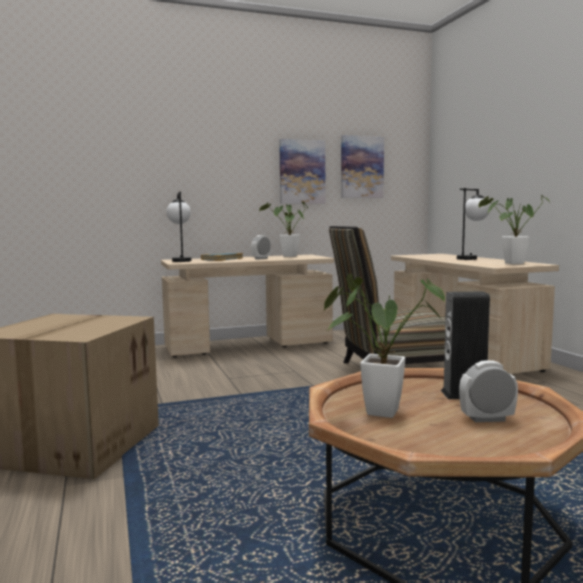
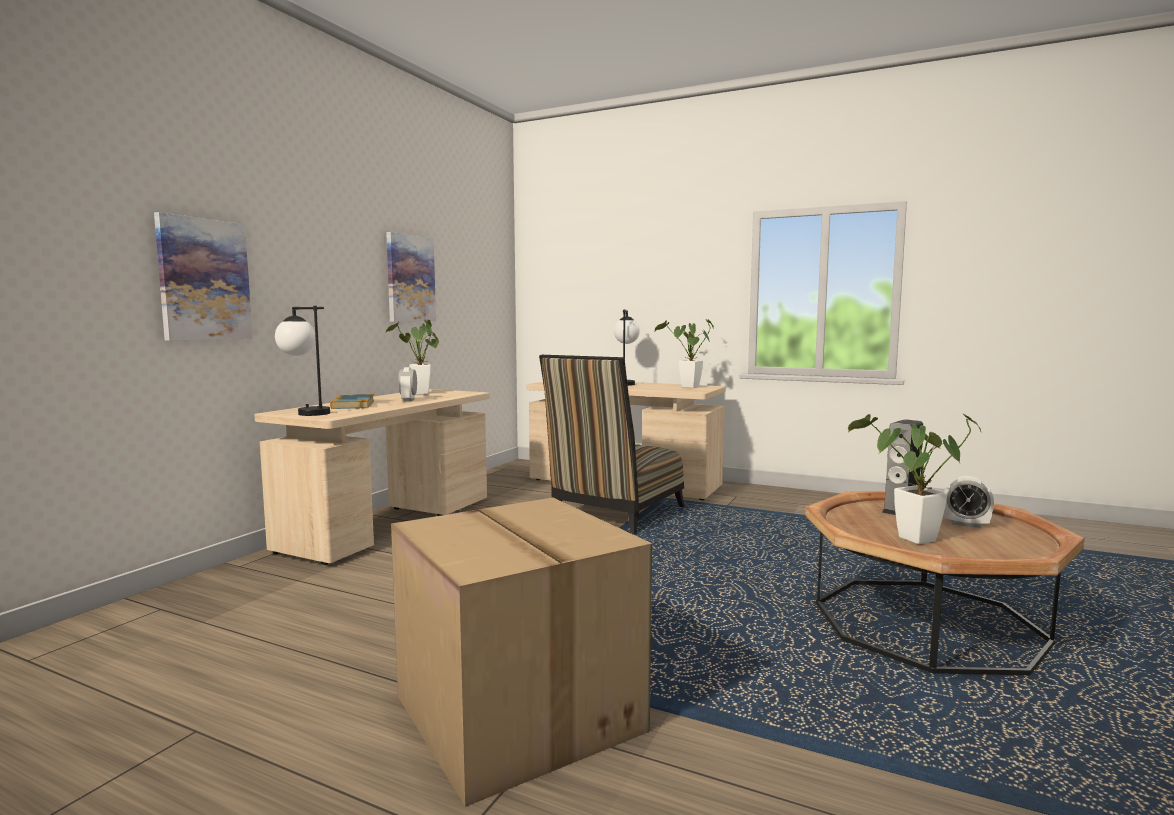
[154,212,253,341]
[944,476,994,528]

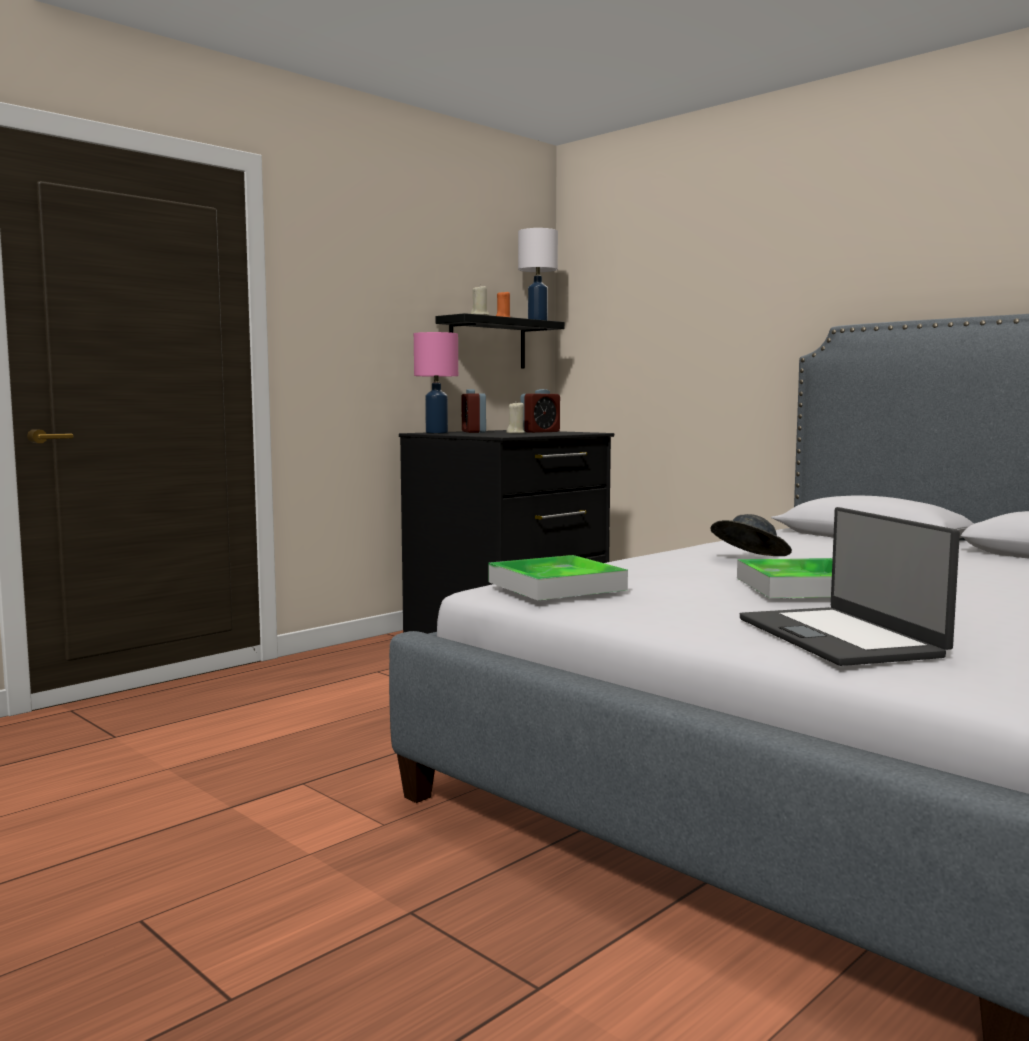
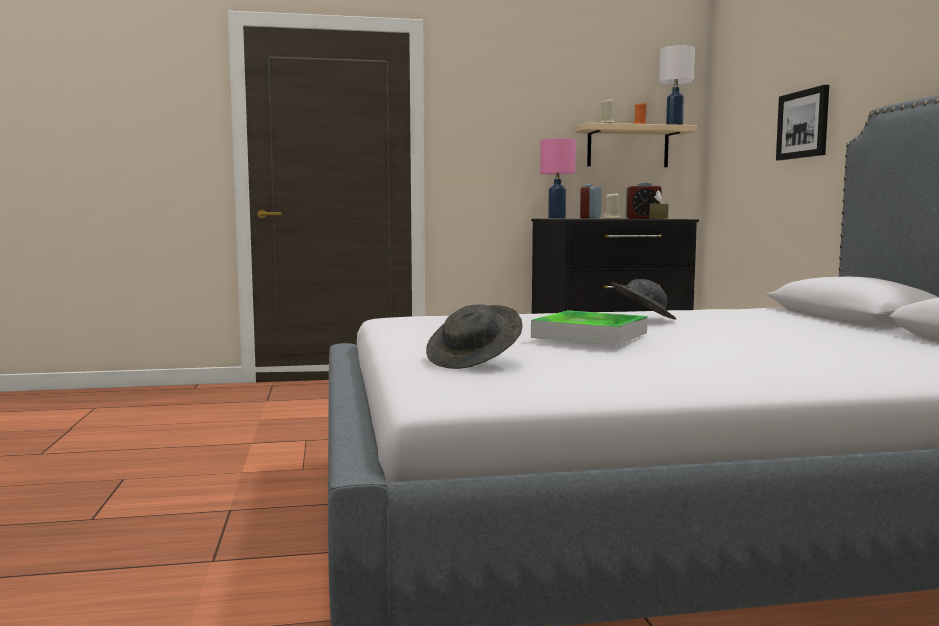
[574,123,697,167]
[488,555,628,600] (first image)
[426,304,522,369]
[649,190,669,219]
[776,85,829,160]

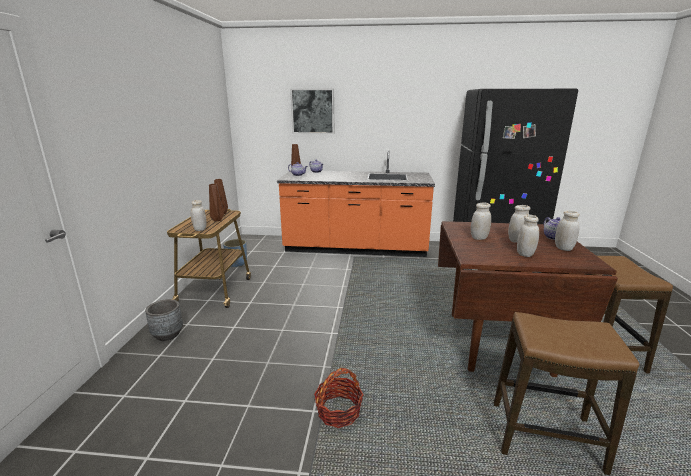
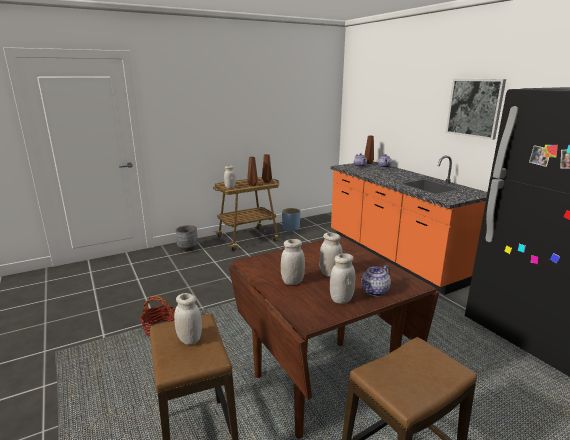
[446,79,506,140]
[174,293,202,345]

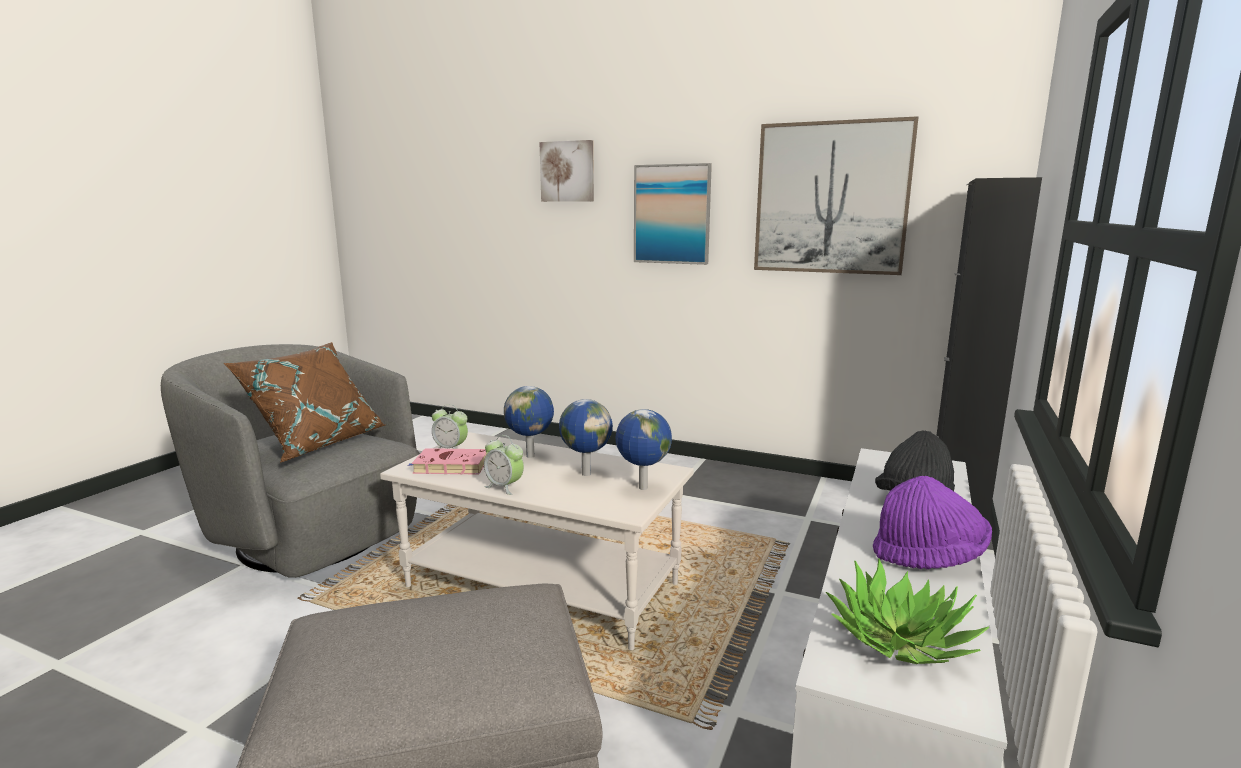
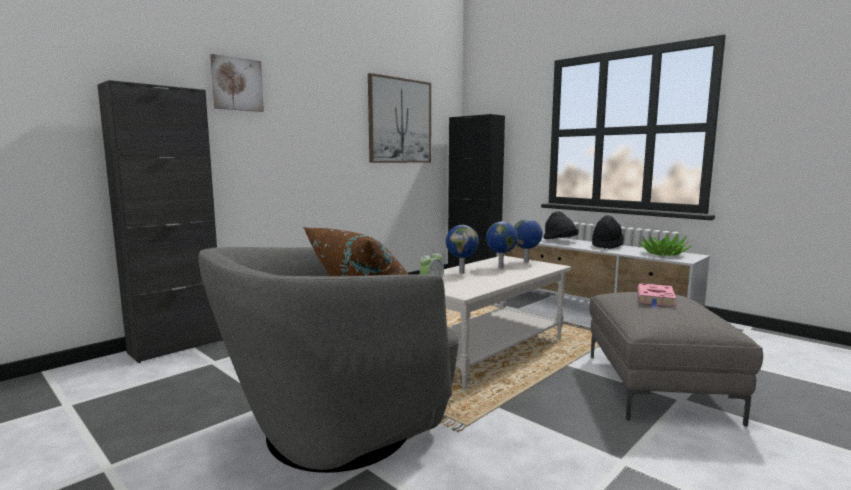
[638,283,676,308]
[484,435,524,495] (first image)
[634,163,712,265] (first image)
[592,215,624,249]
[97,80,223,363]

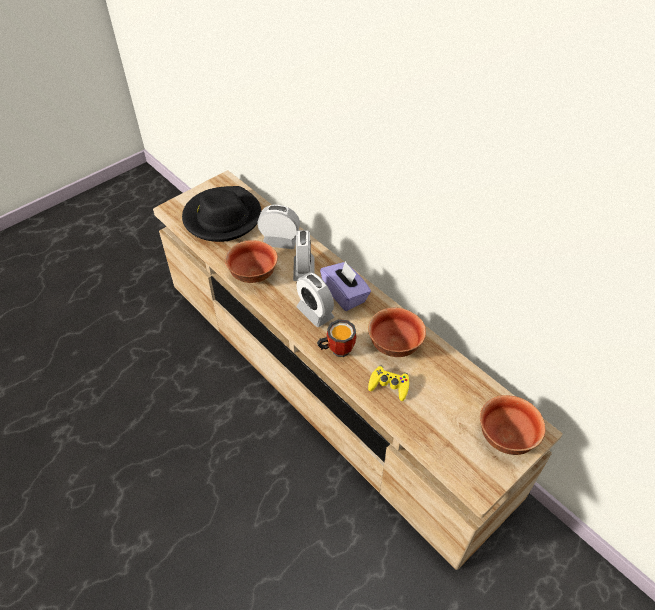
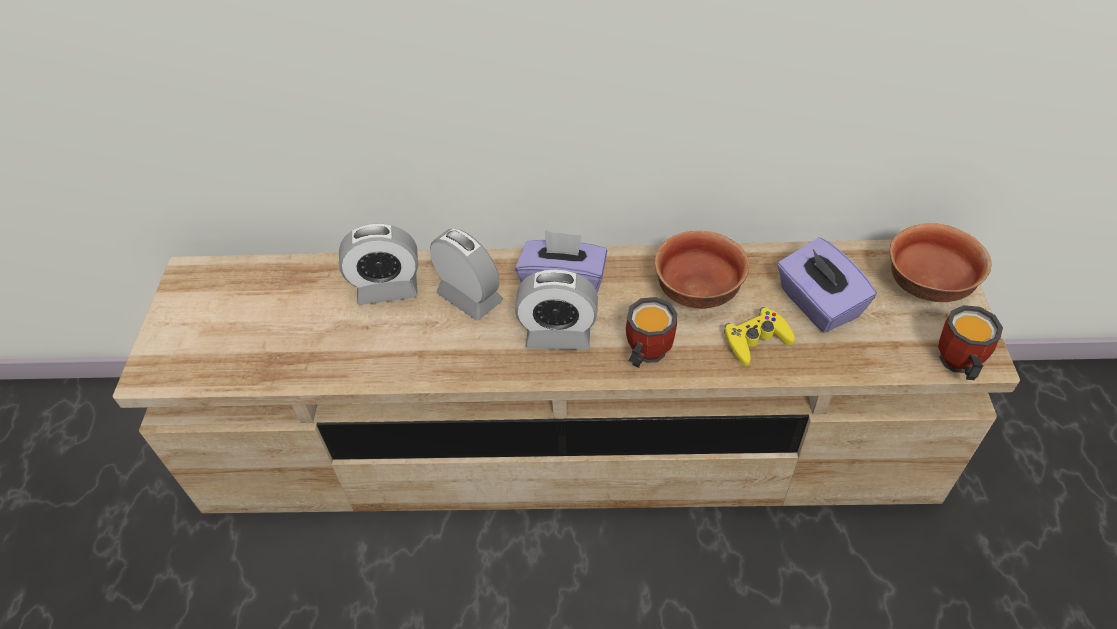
[182,186,261,242] (first image)
[225,240,278,283] (first image)
[339,224,418,305]
[777,237,877,333]
[938,305,1003,380]

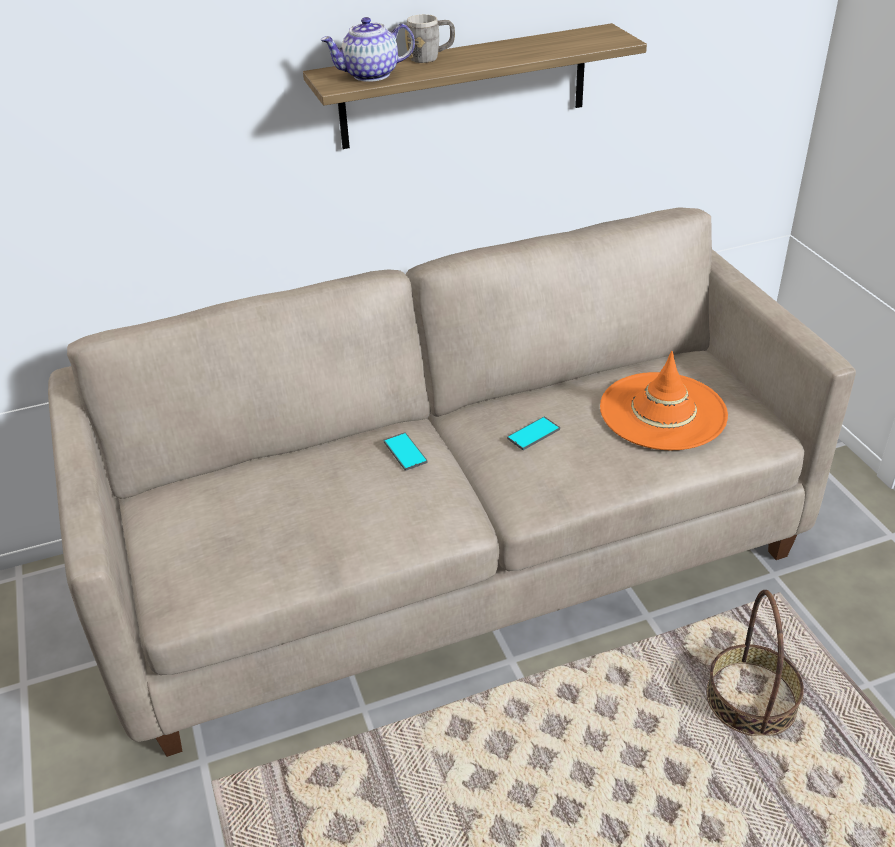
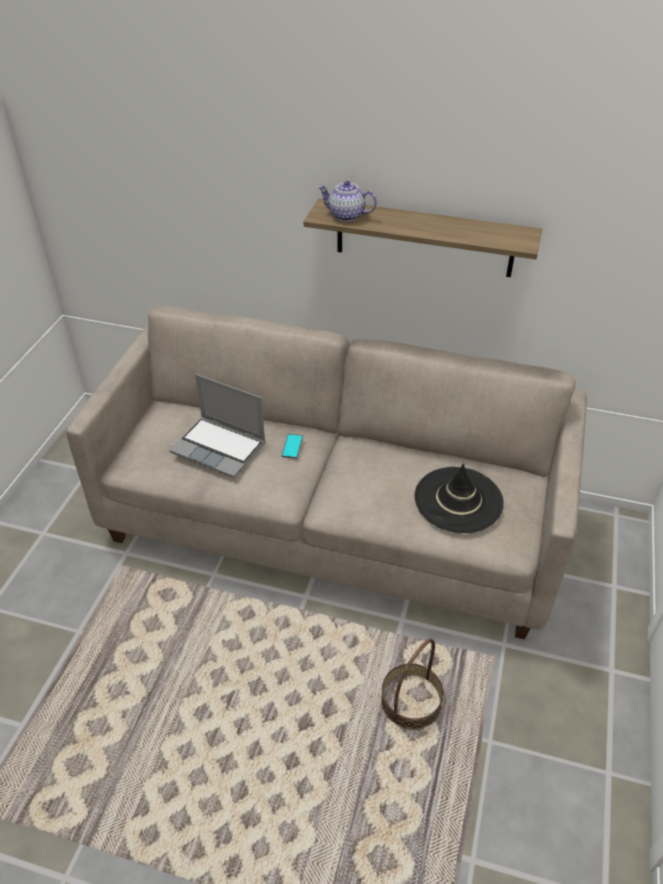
[405,14,455,63] (first image)
[507,417,560,450] (first image)
[414,464,504,533]
[169,374,266,478]

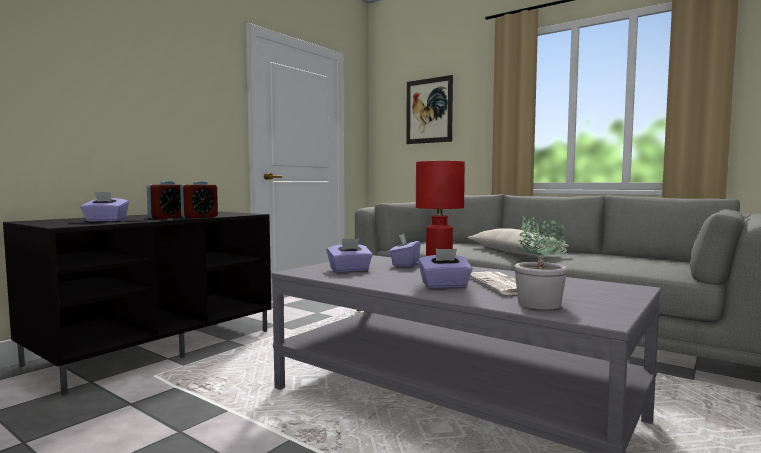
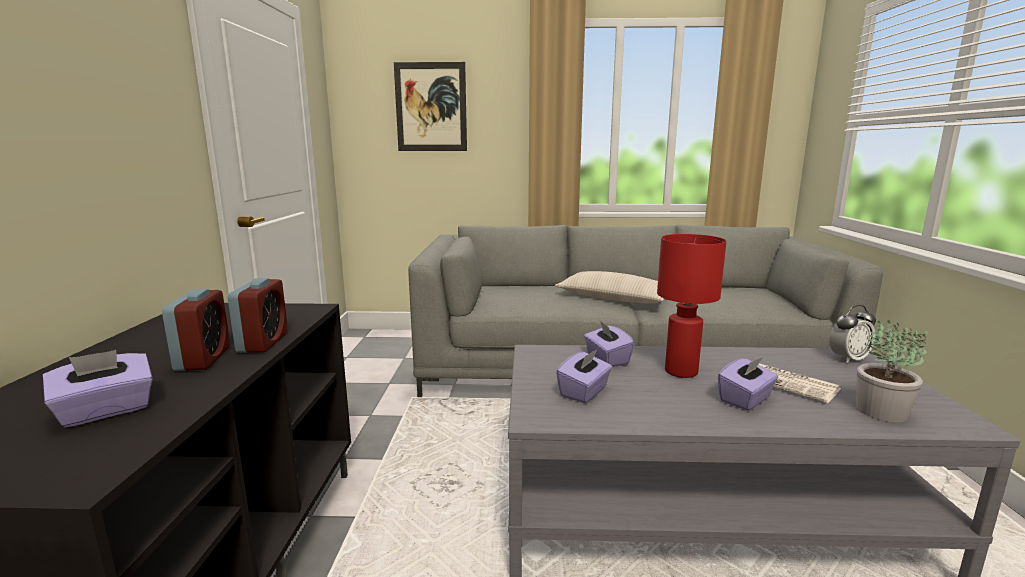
[829,305,876,363]

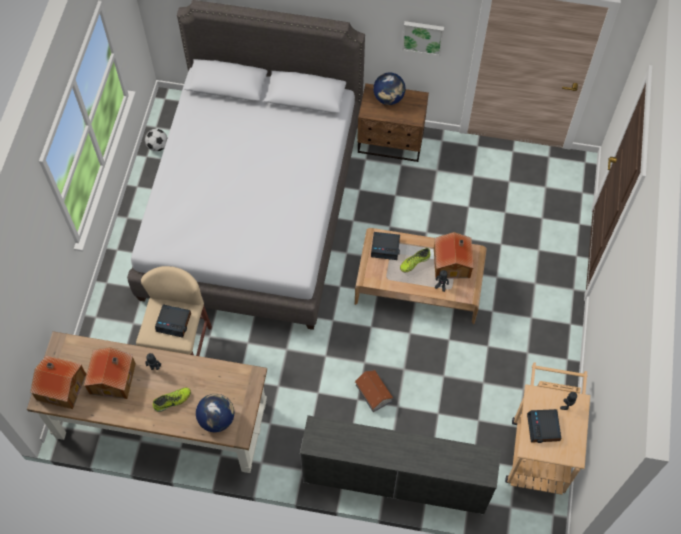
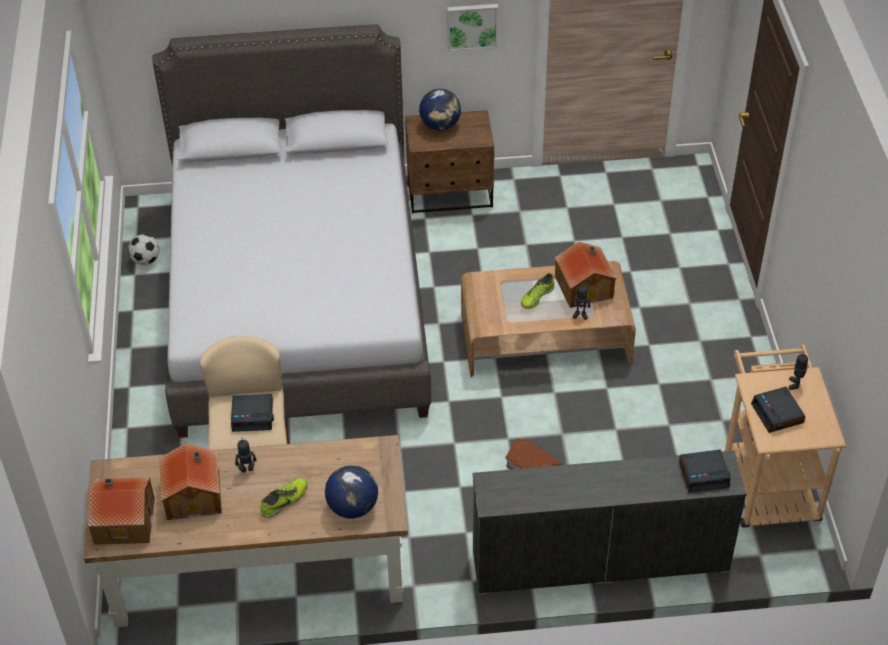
[679,449,730,493]

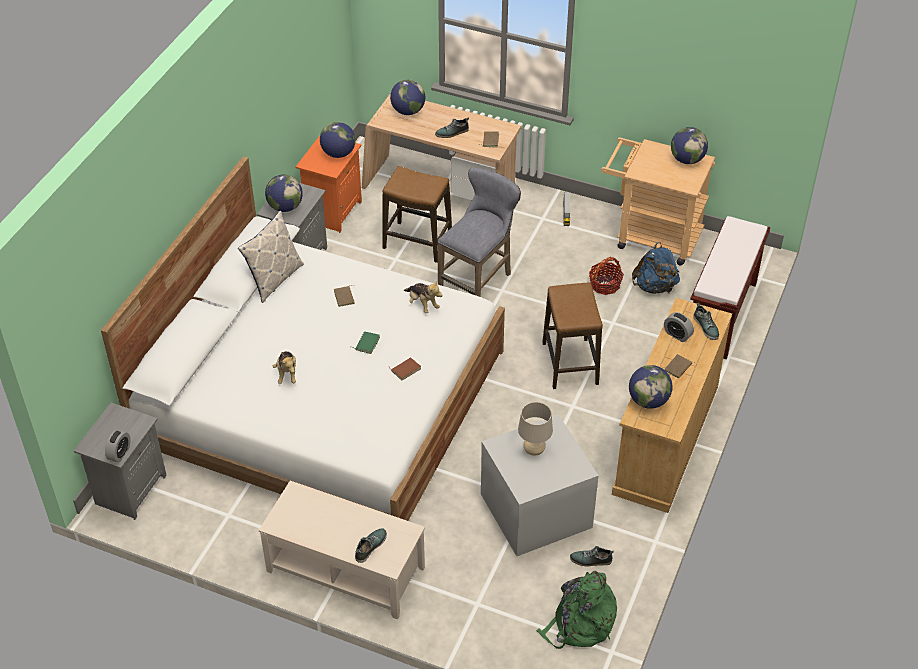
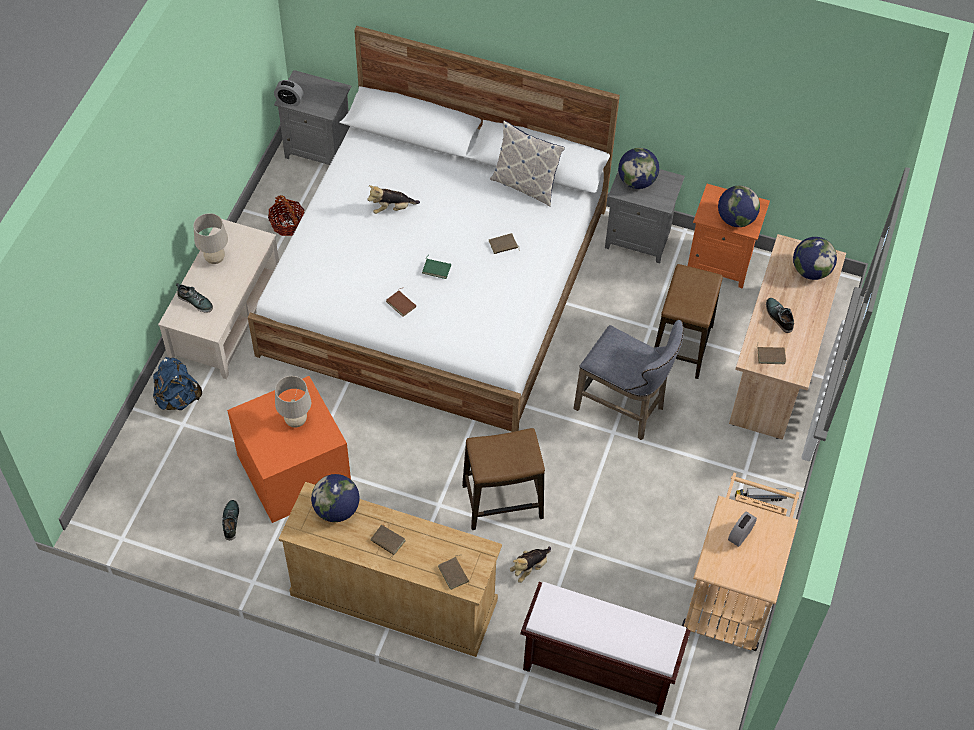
[510,547,551,583]
[227,376,351,523]
[536,571,617,649] (first image)
[268,195,305,236]
[153,357,202,410]
[728,512,757,547]
[671,127,708,164] (first image)
[438,555,469,590]
[193,213,228,264]

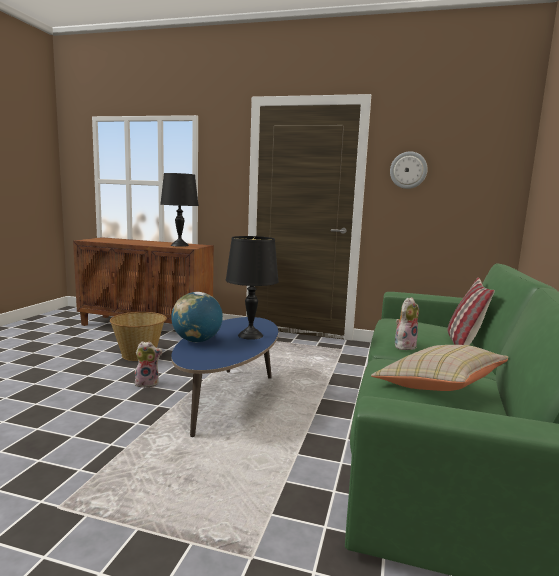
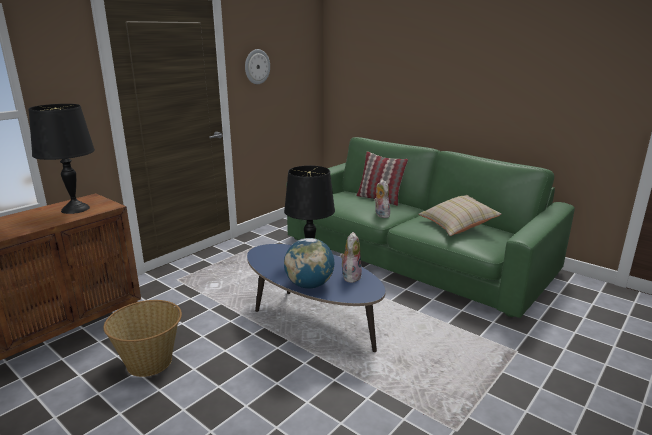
[340,232,362,283]

